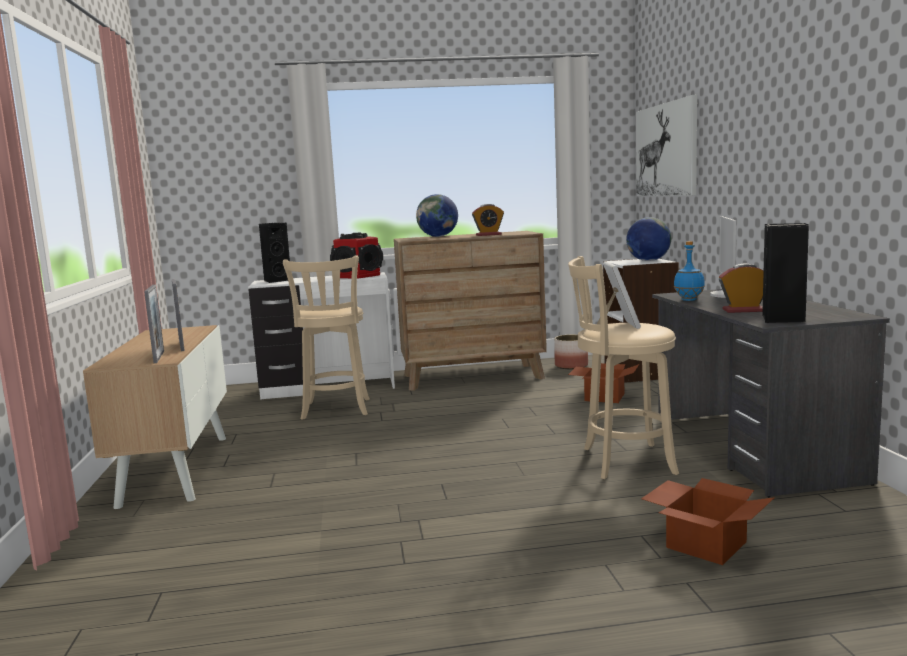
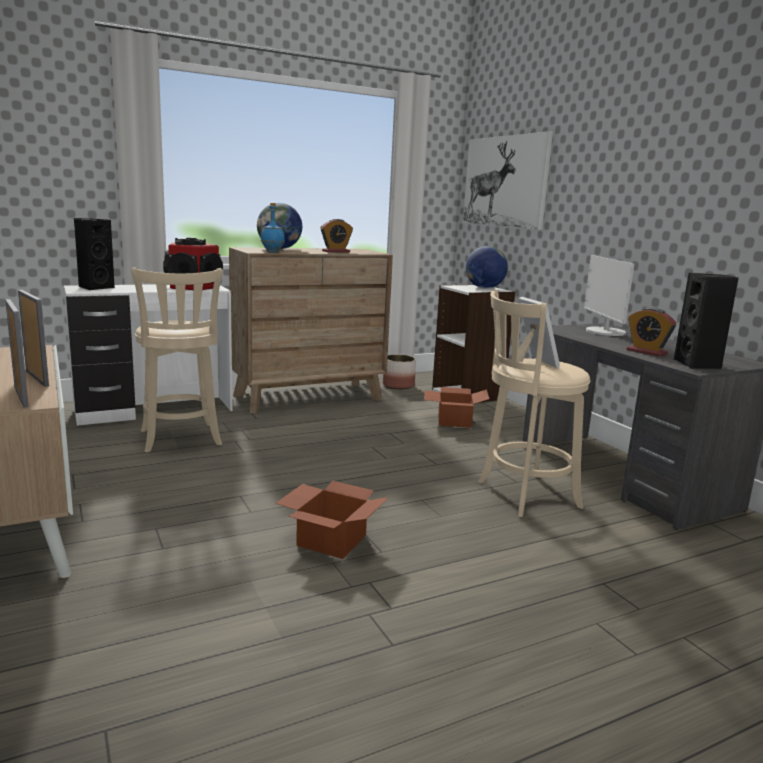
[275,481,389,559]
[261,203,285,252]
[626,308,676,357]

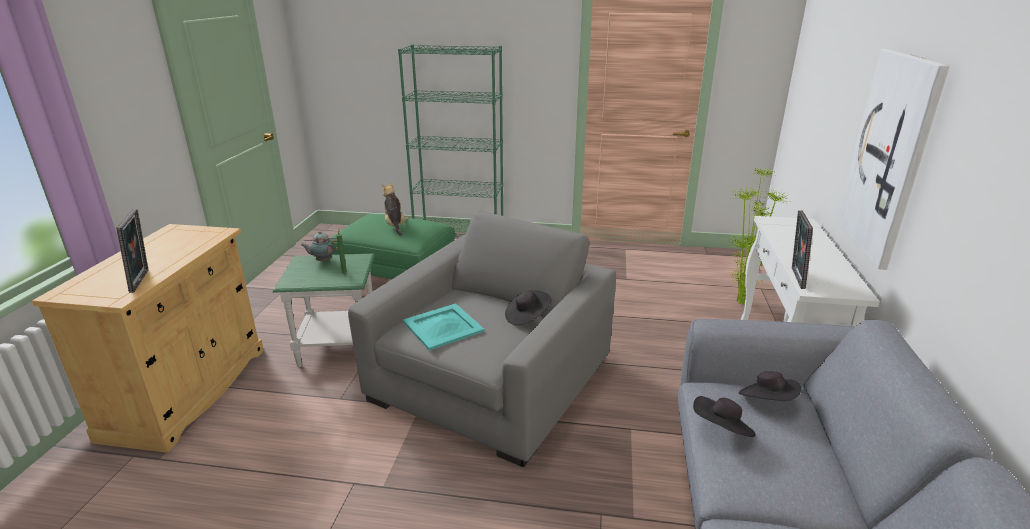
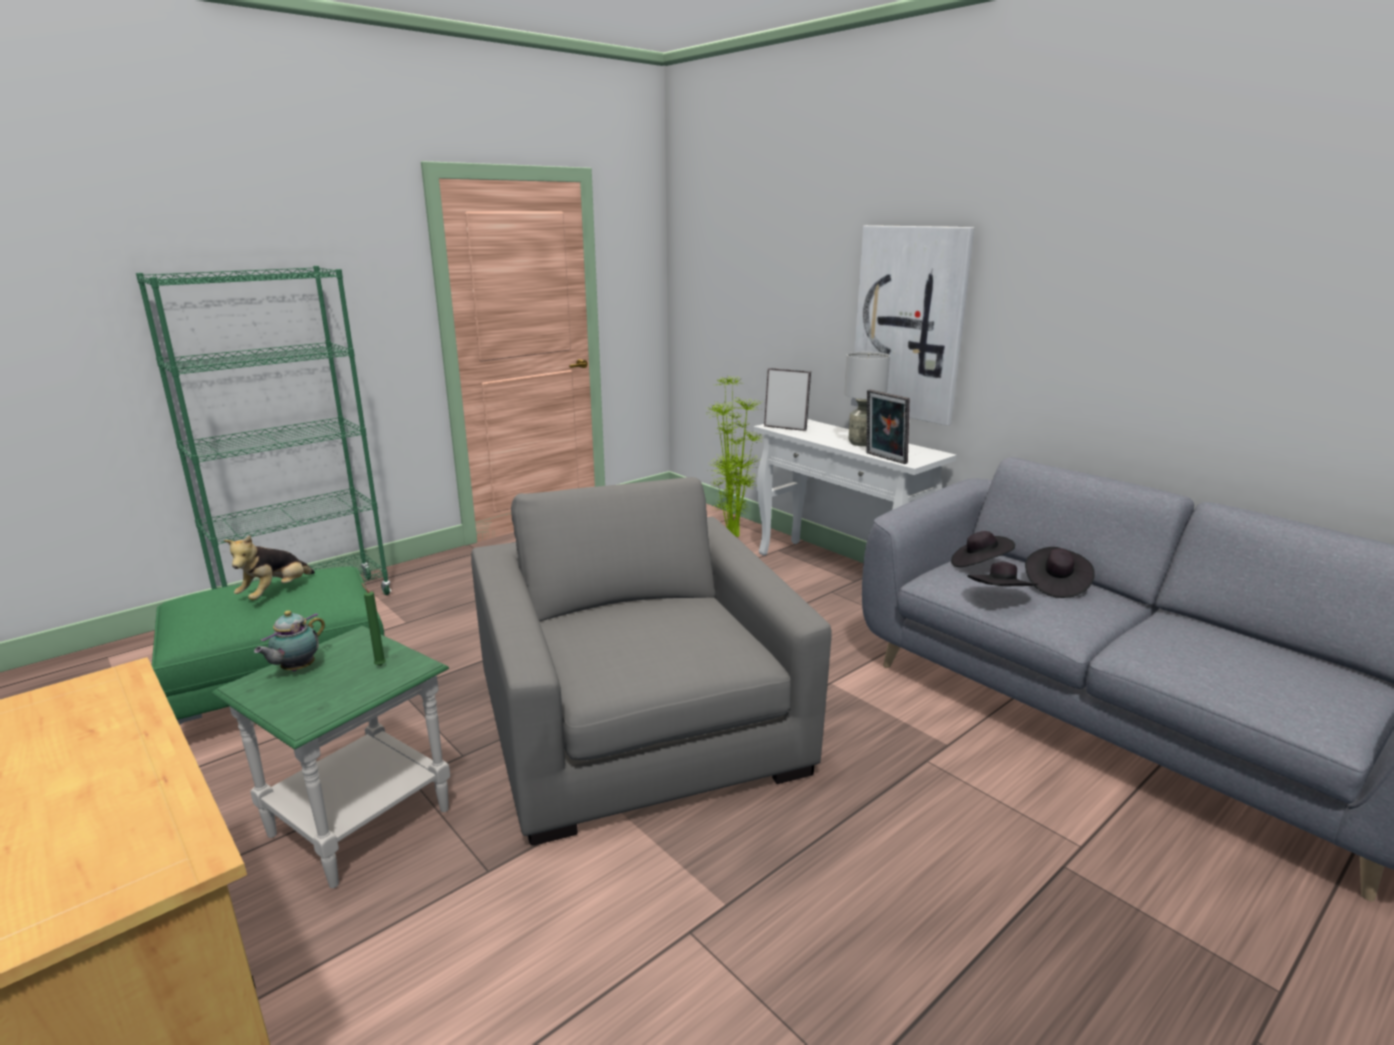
[764,368,811,431]
[224,535,315,600]
[403,303,485,351] (first image)
[1025,547,1095,598]
[844,352,890,446]

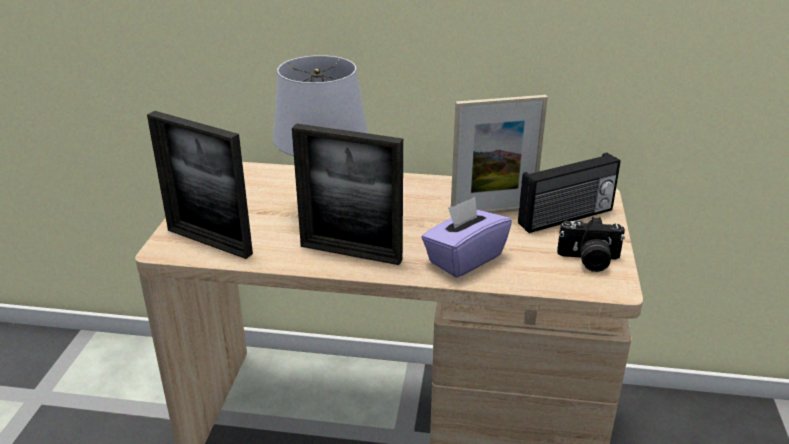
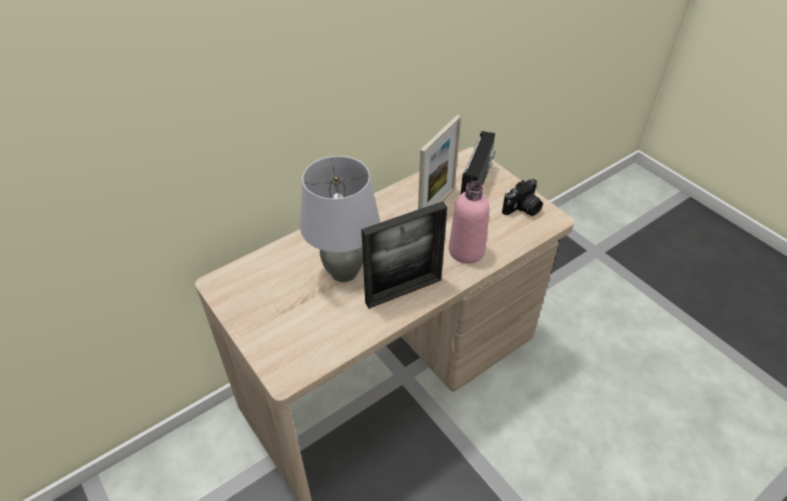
[147,111,253,259] (first image)
[449,181,490,263]

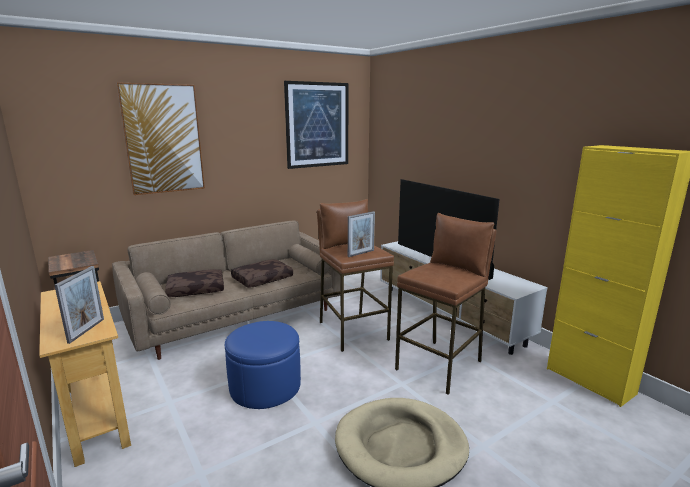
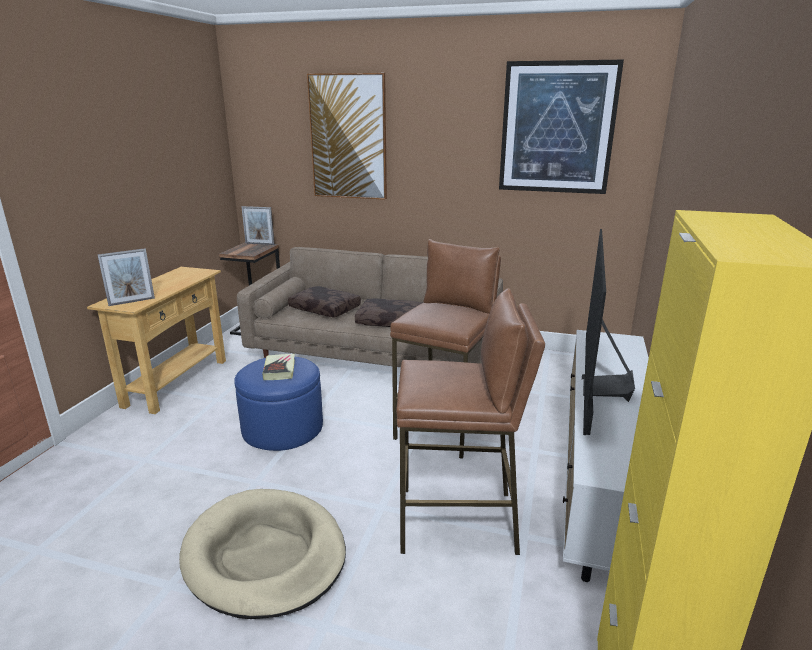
[241,206,275,245]
[262,353,295,380]

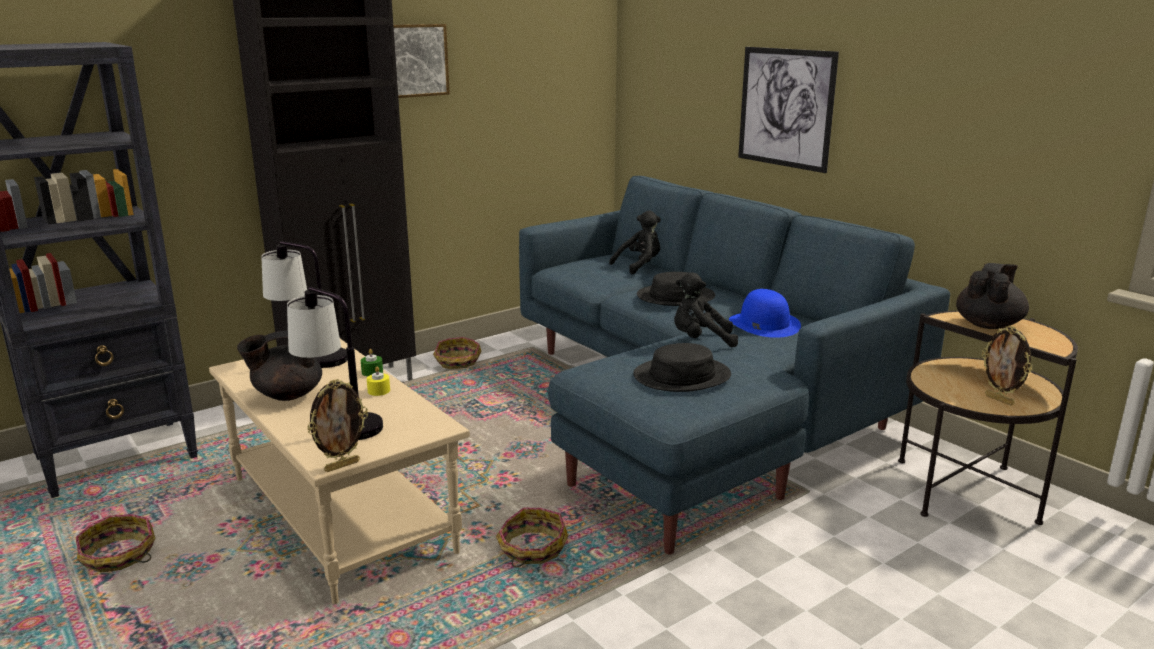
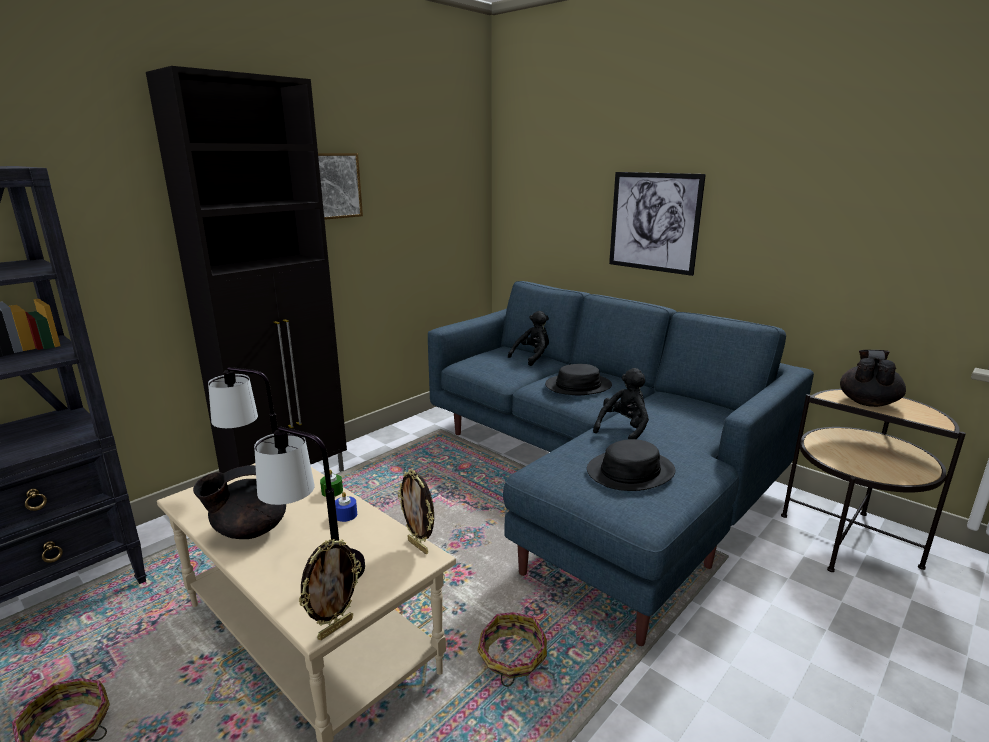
[335,492,357,522]
[433,337,481,369] (first image)
[593,368,649,439]
[729,289,801,338] (first image)
[397,469,434,554]

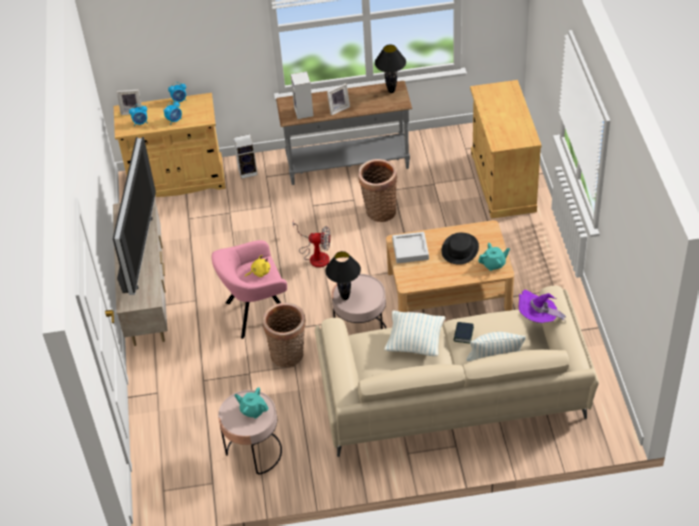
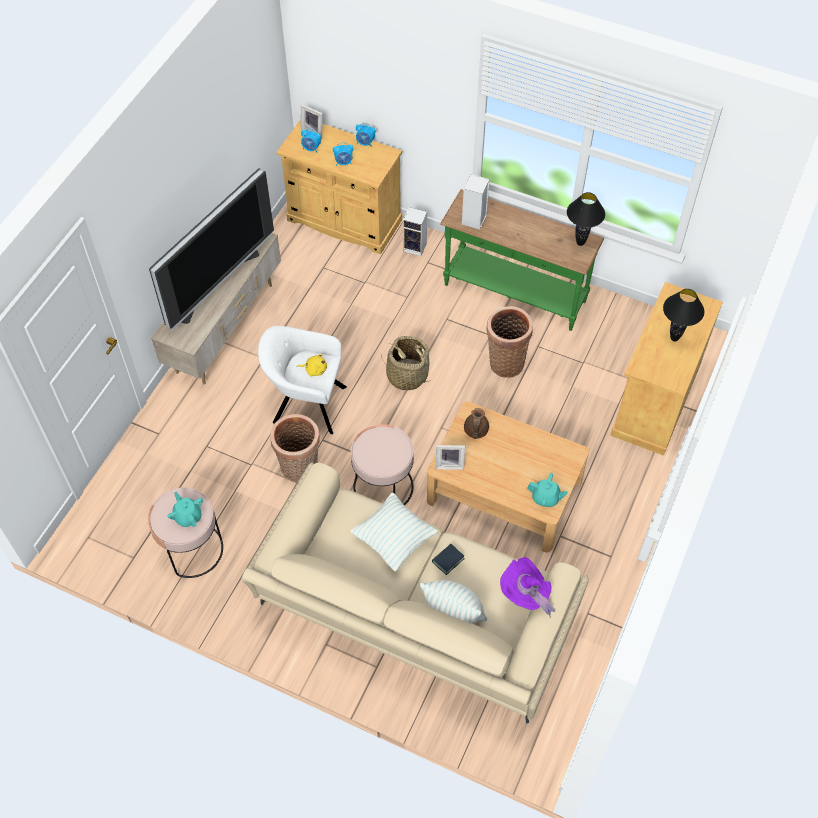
[258,326,347,434]
[440,189,604,331]
[381,336,431,390]
[663,289,704,341]
[436,445,465,470]
[464,408,489,439]
[441,232,479,265] (first image)

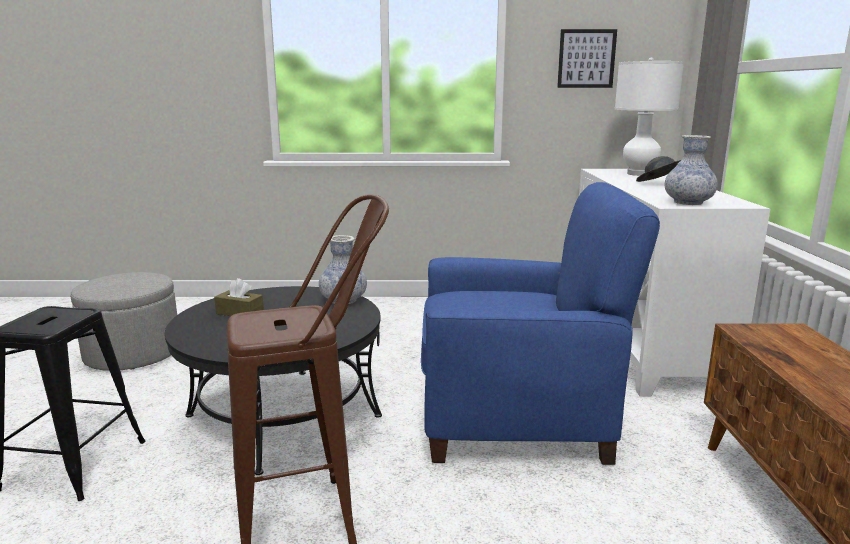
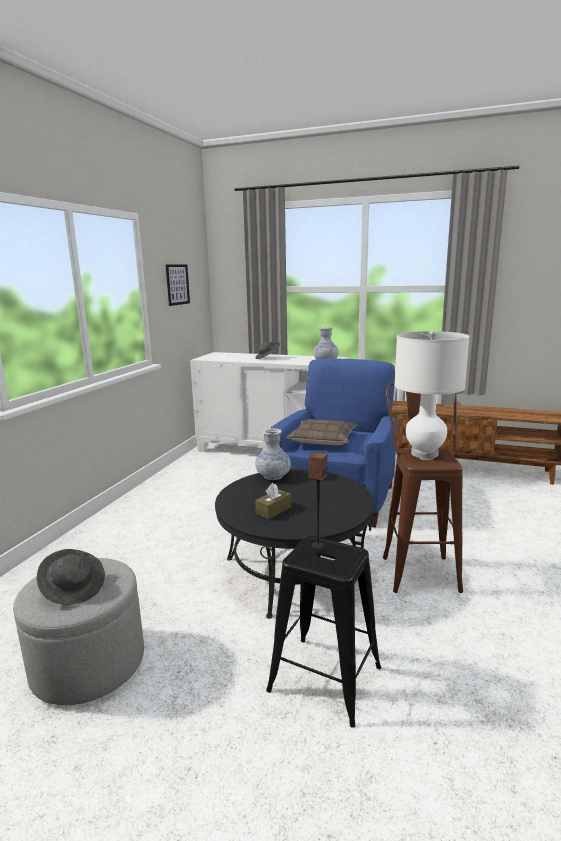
[394,330,469,459]
[37,549,105,605]
[286,419,357,445]
[309,452,327,549]

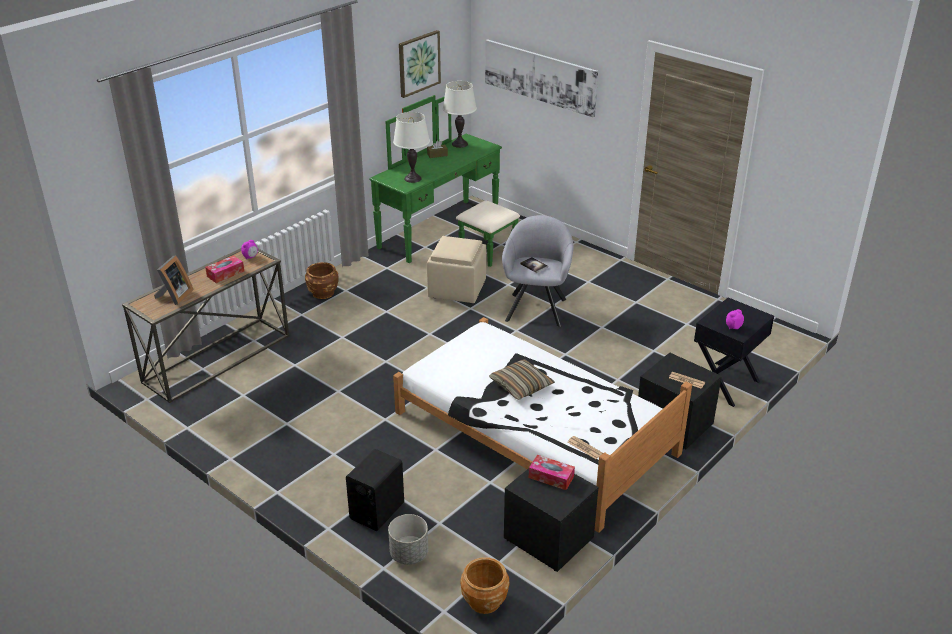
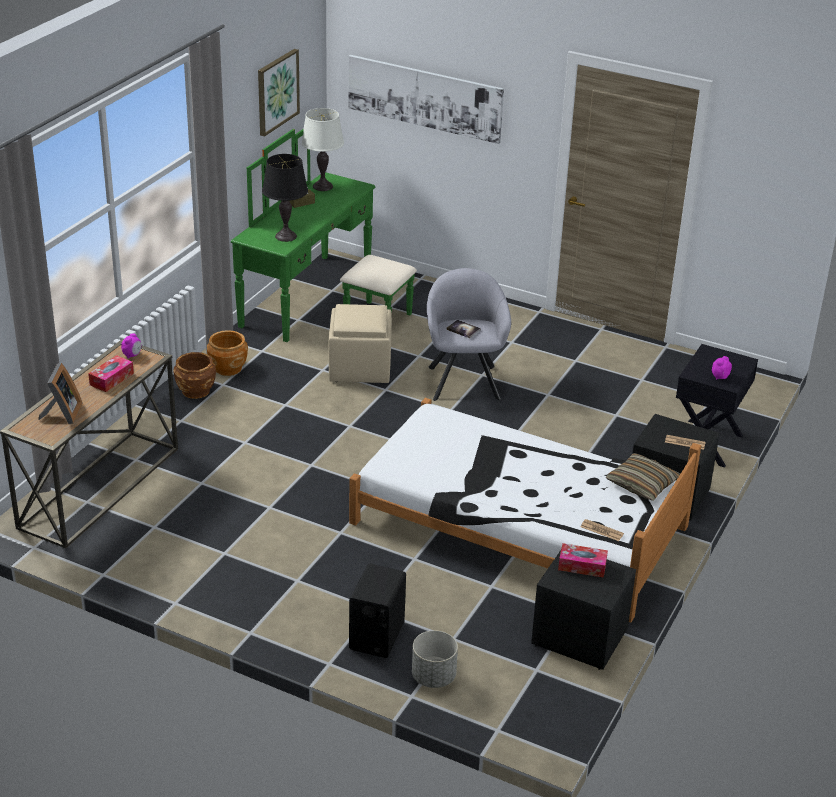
[262,154,308,242]
[207,330,248,376]
[605,453,680,501]

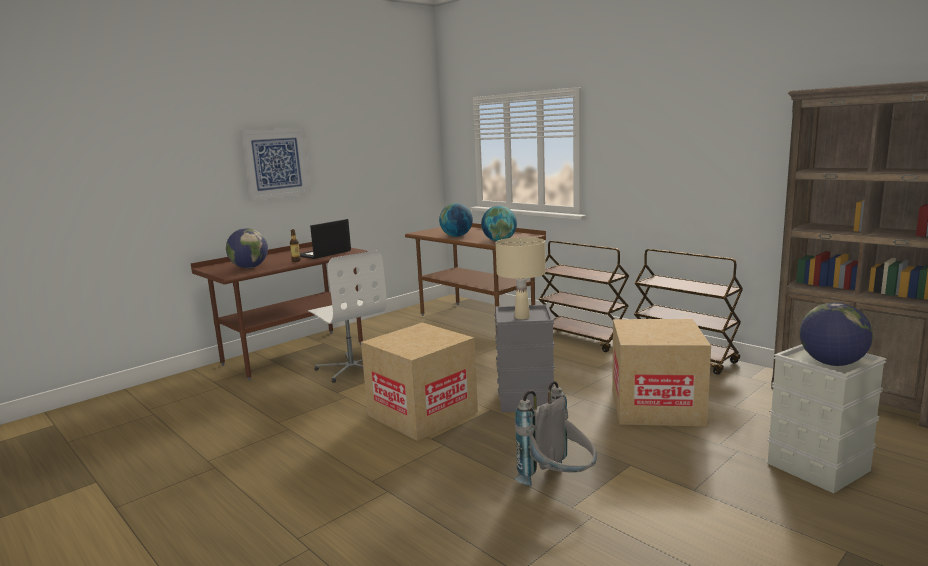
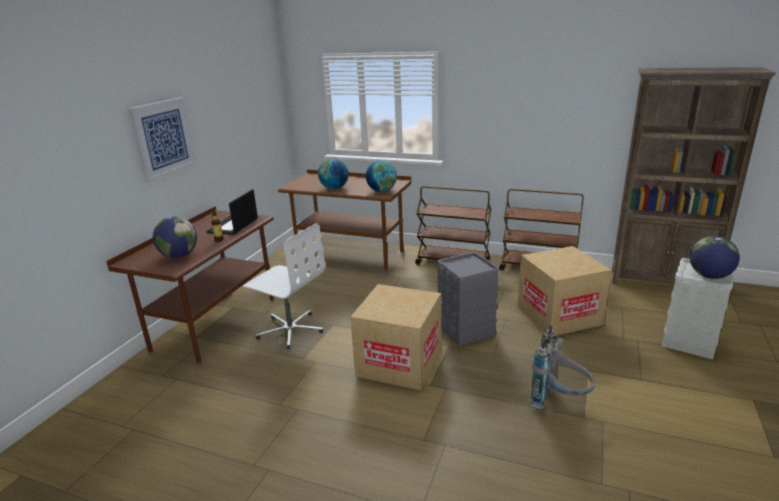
[496,237,546,320] (first image)

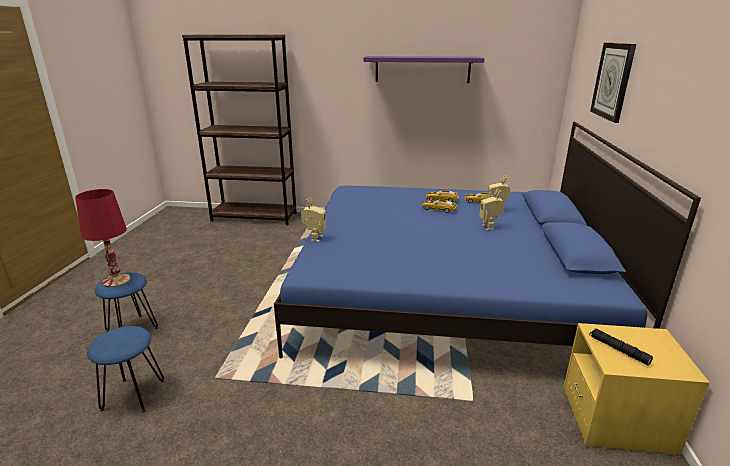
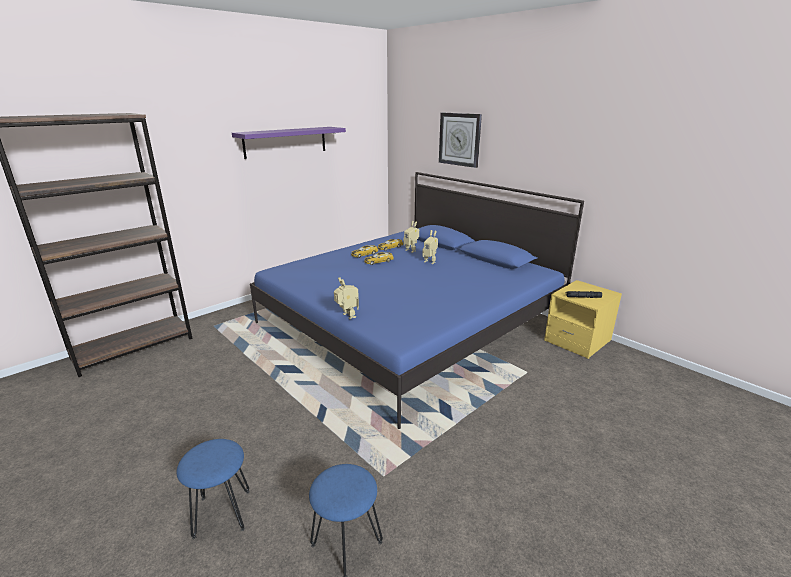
[75,189,130,287] (first image)

